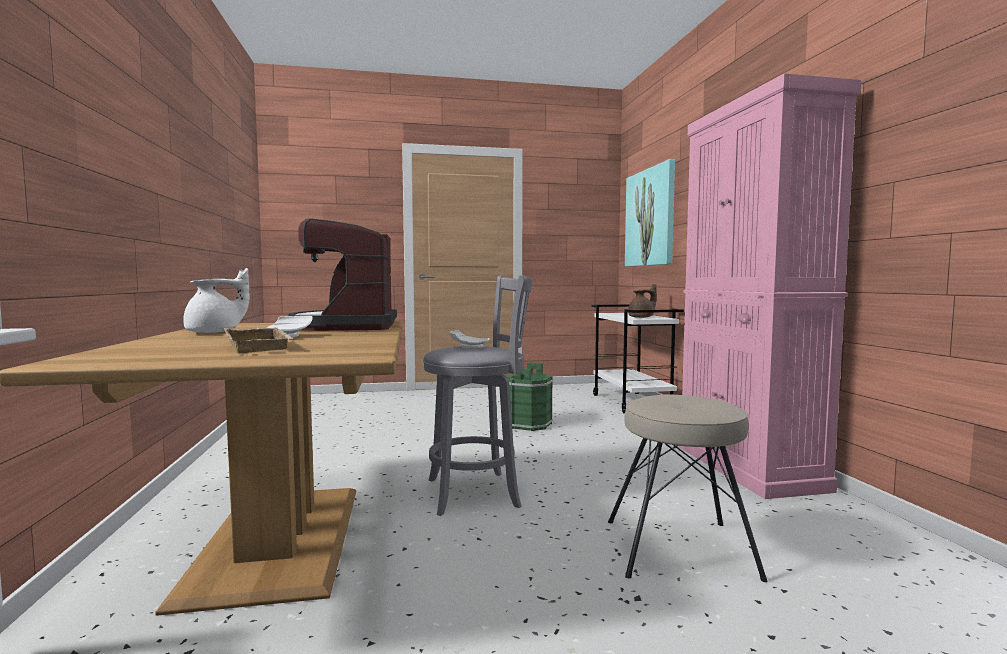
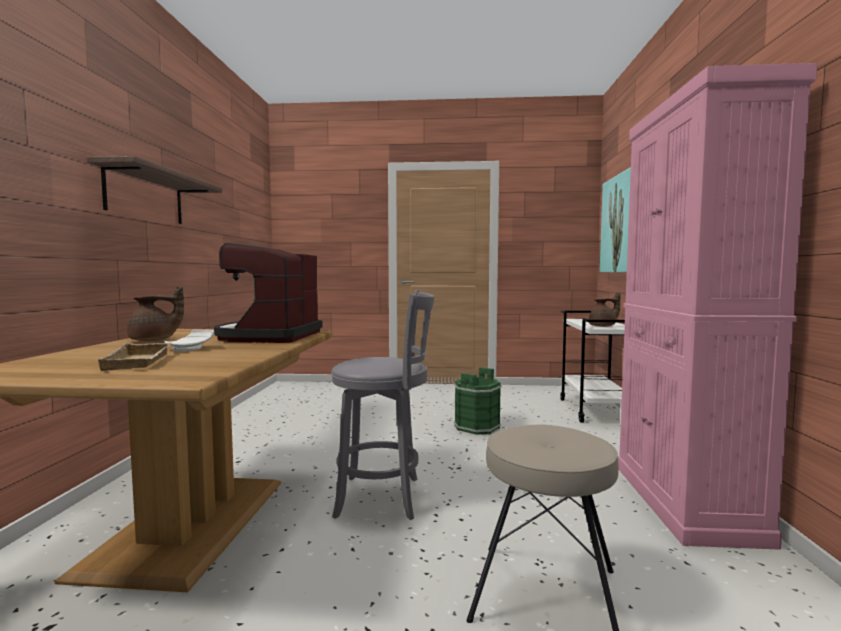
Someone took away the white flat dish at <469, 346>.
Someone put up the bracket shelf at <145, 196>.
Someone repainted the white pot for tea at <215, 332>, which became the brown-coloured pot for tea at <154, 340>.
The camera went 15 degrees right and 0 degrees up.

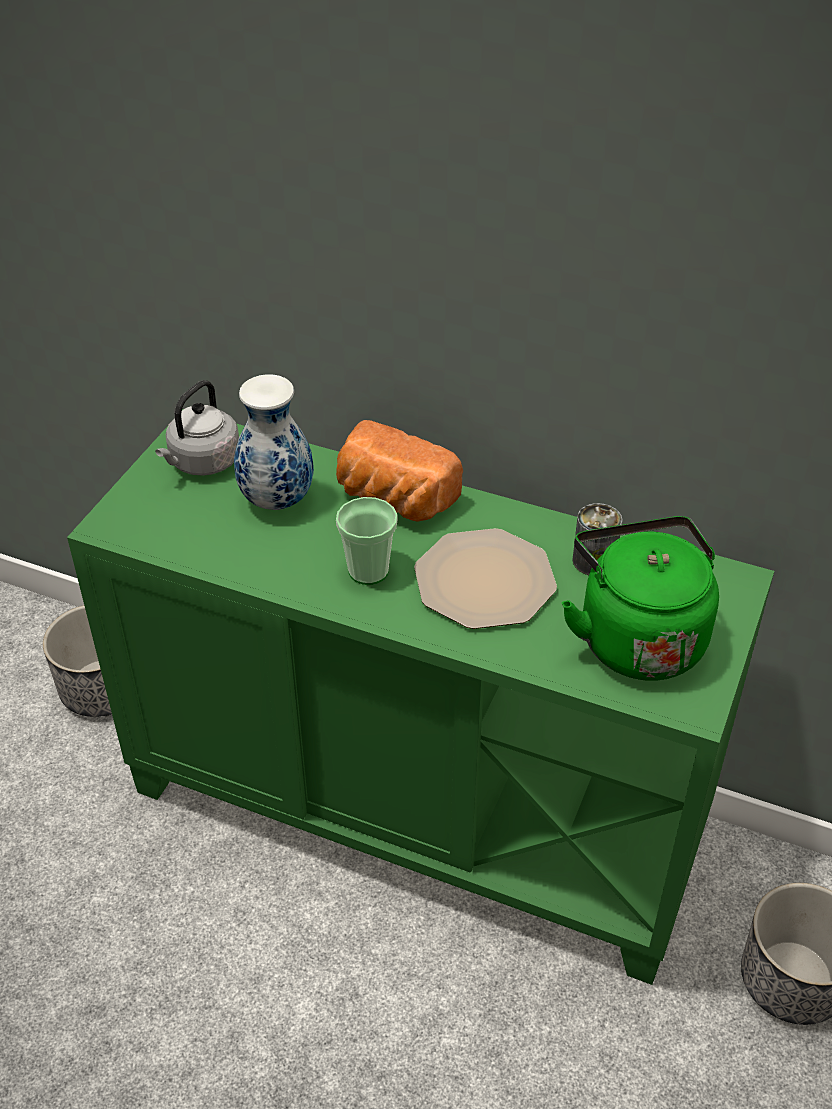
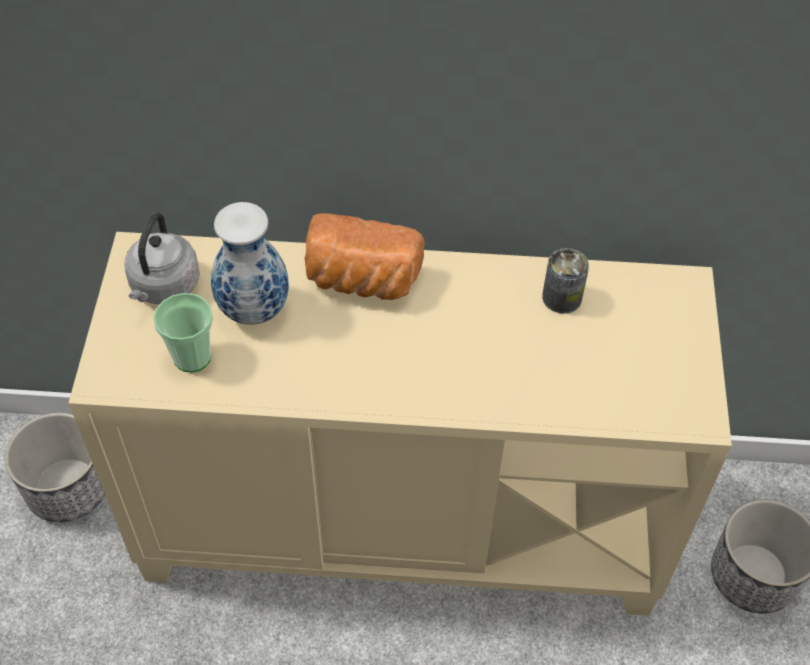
Someone took away the flat dish at <483, 581>.
Someone took away the green tea kettle at <637, 637>.
Someone carried the small cup from <368, 571> to <192, 357>.
Someone repainted the green storage cabinet at <418, 808>, which became the sand-coloured storage cabinet at <402, 519>.
The camera went 20 degrees left and 10 degrees up.

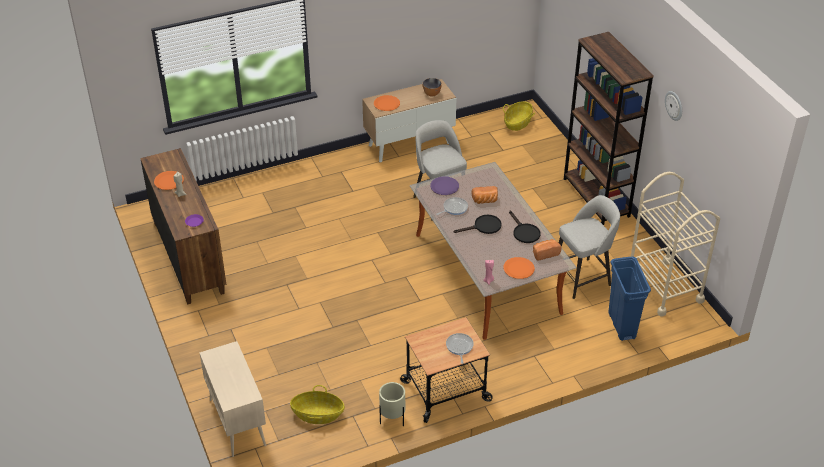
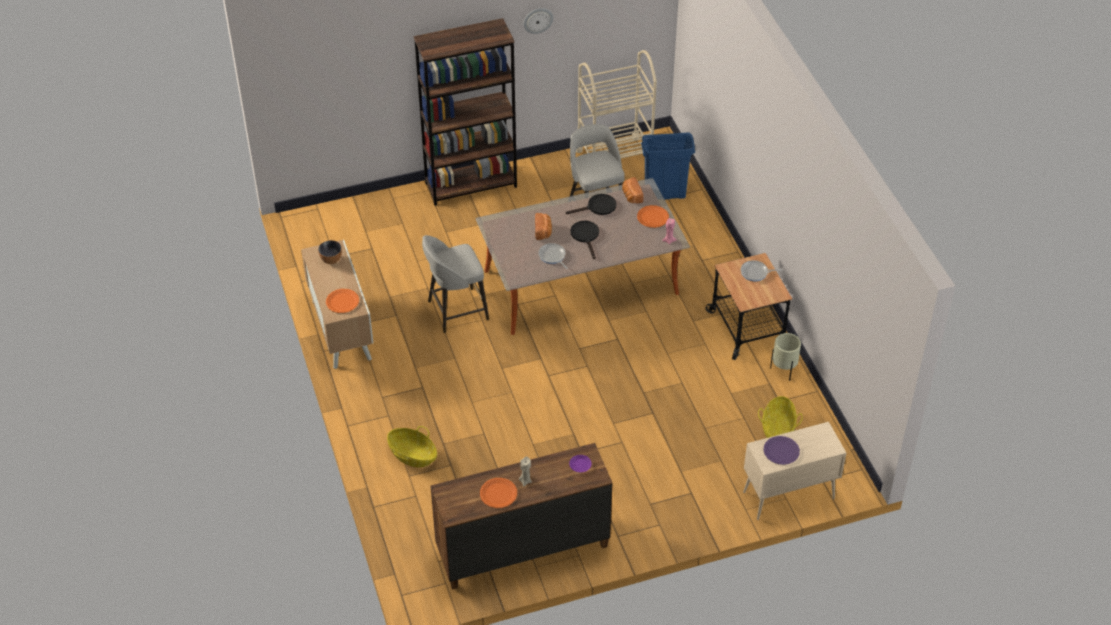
Someone carried the purple-coloured flat dish from <444, 186> to <781, 451>.
Someone carried the basket from <517, 123> to <413, 455>.
The camera went 85 degrees left and 5 degrees up.

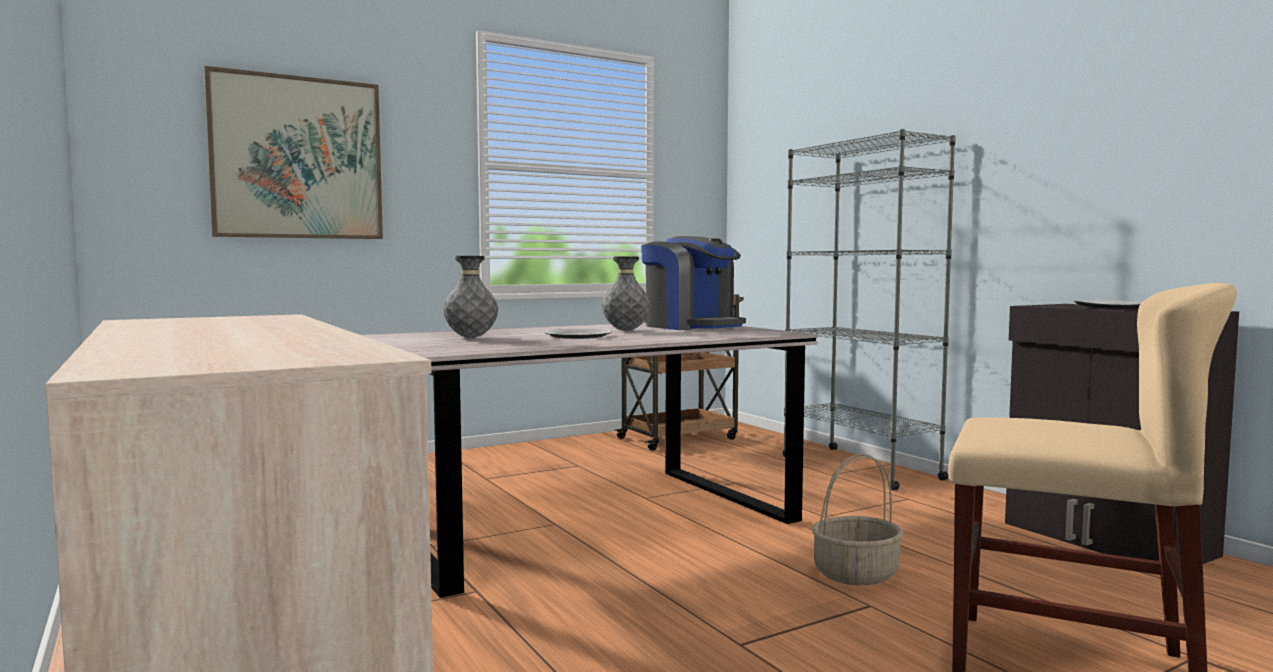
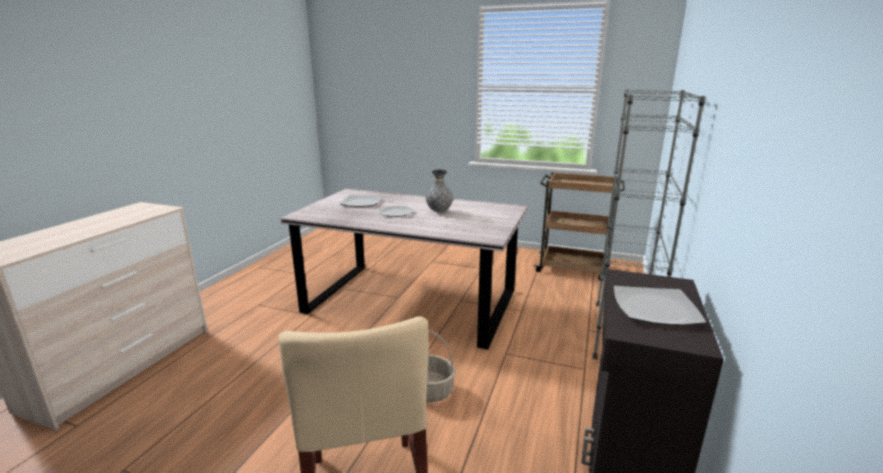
Someone took away the wall picture at <297, 158>.
Someone took away the coffee machine at <692, 326>.
Someone swapped the greyish vase at <471, 337> for the flat dish at <361, 203>.
The camera went 50 degrees right and 15 degrees up.

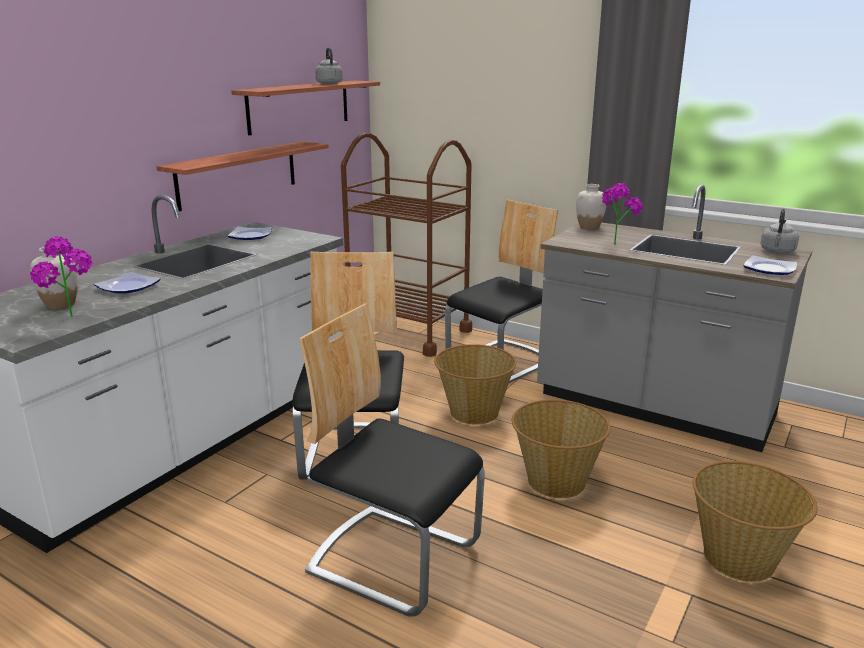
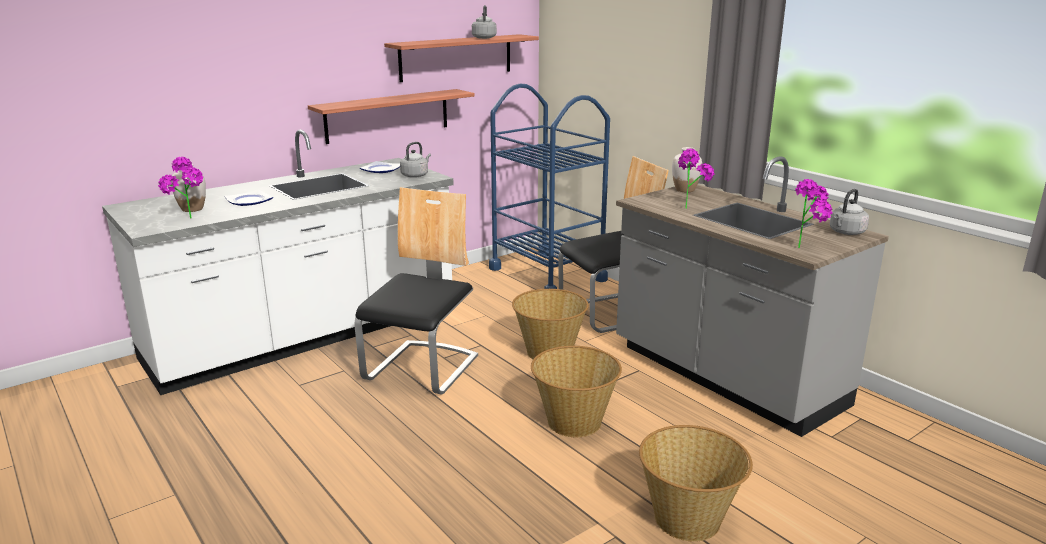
Someone took away the upright chair at <394, 558>.
Someone put down the greyish tea kettle at <415, 175>.
Someone swapped the flat dish at <768, 269> for the plant in a pot at <808, 248>.
Someone repainted the brown-coloured cart at <408, 332>, which became the blue-coloured cart at <547, 274>.
The camera went 20 degrees right and 0 degrees up.

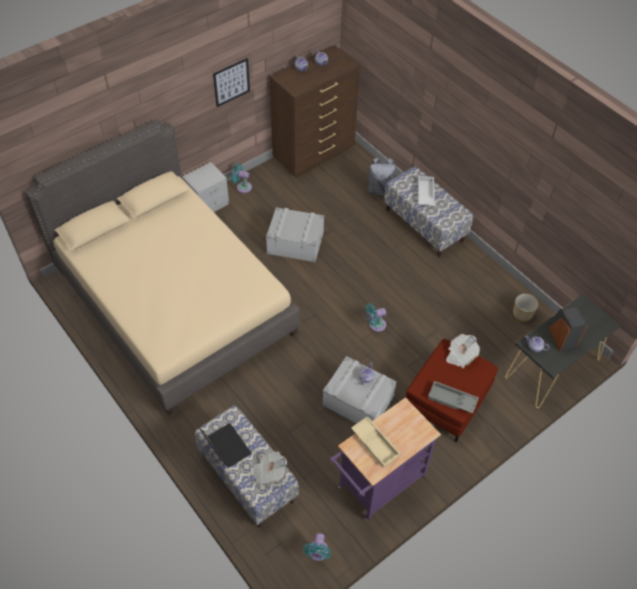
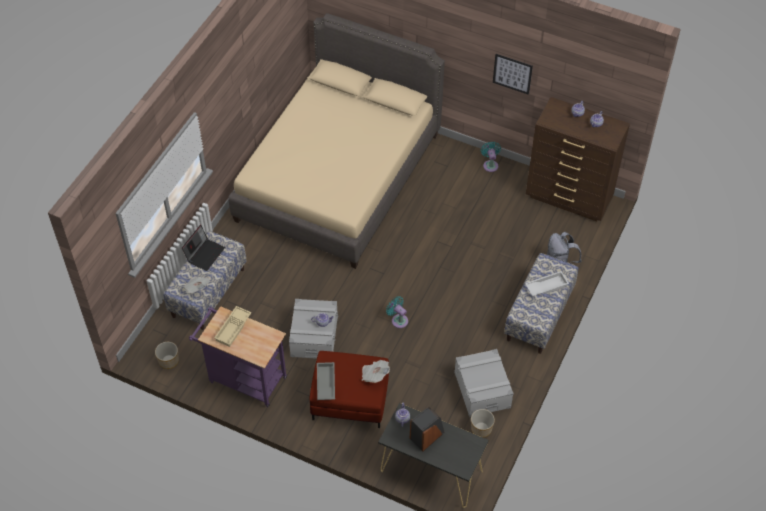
Someone took away the greyish bedside table at <207, 204>.
Someone carried the greyish storage box from <295, 243> to <482, 390>.
Someone swapped the blue-green fan at <317, 553> for the planter at <169, 361>.
The camera went 65 degrees right and 0 degrees up.

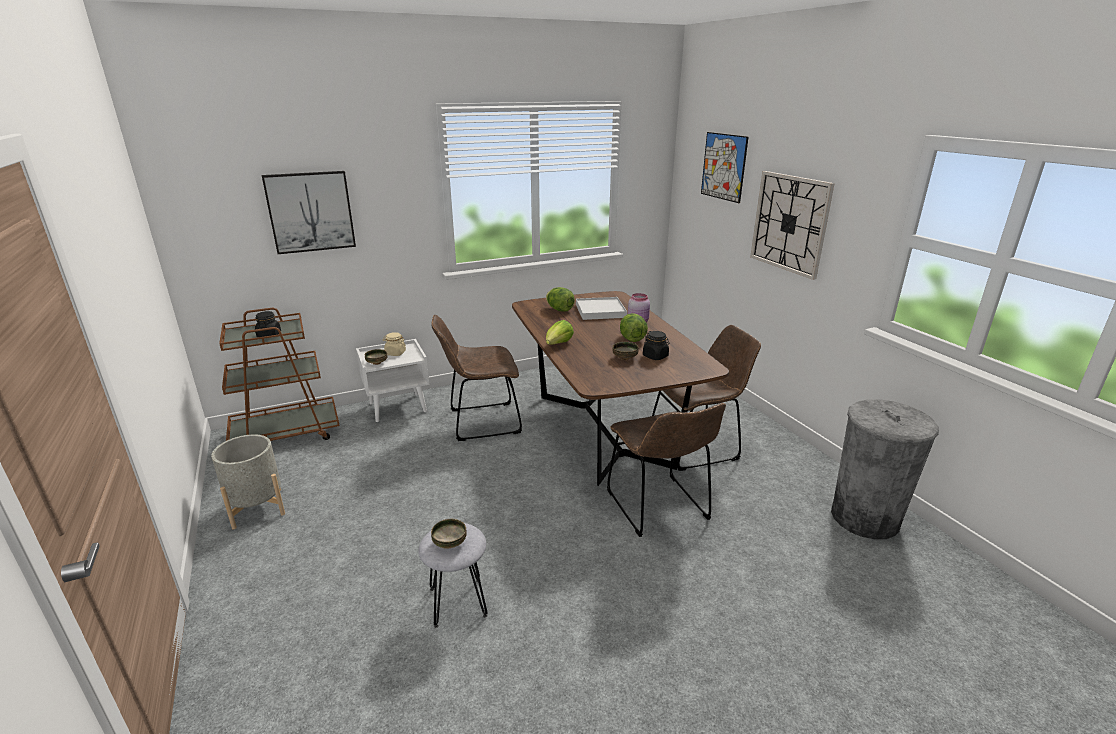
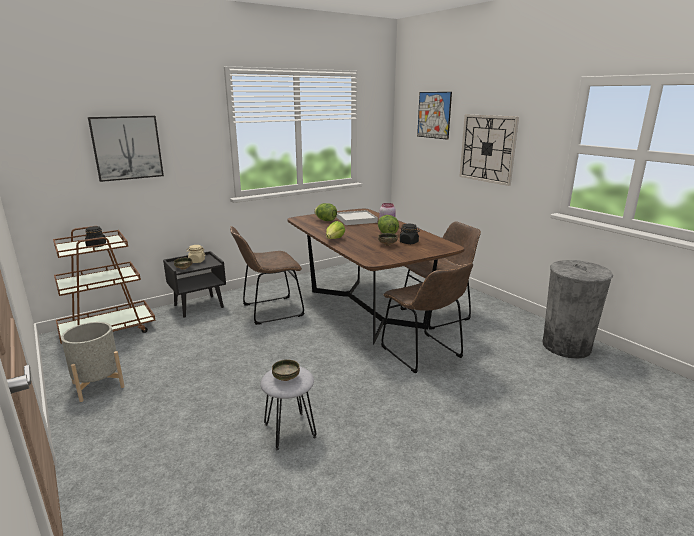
Someone repainted the white bedside table at <398, 407>, which became the black bedside table at <199, 306>.
The camera went 10 degrees left and 5 degrees down.

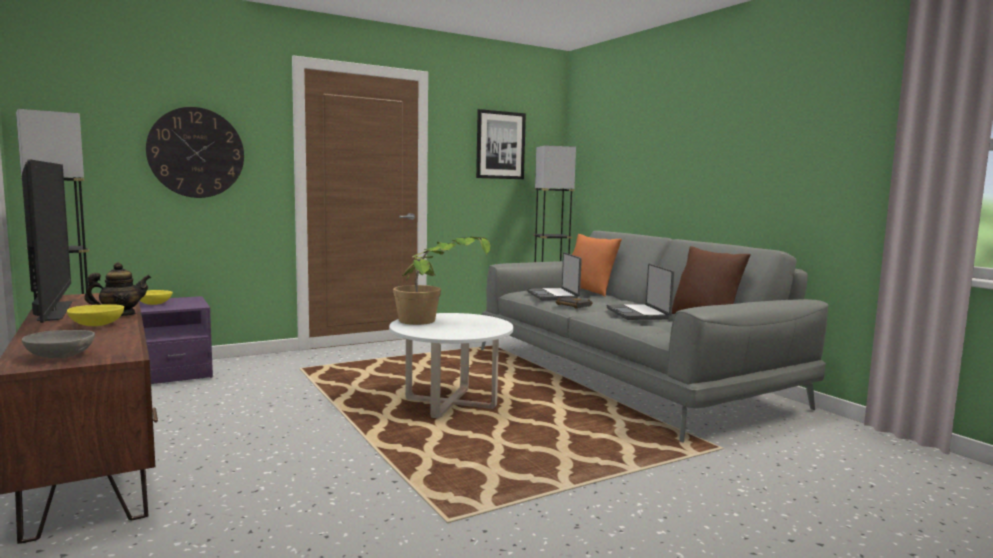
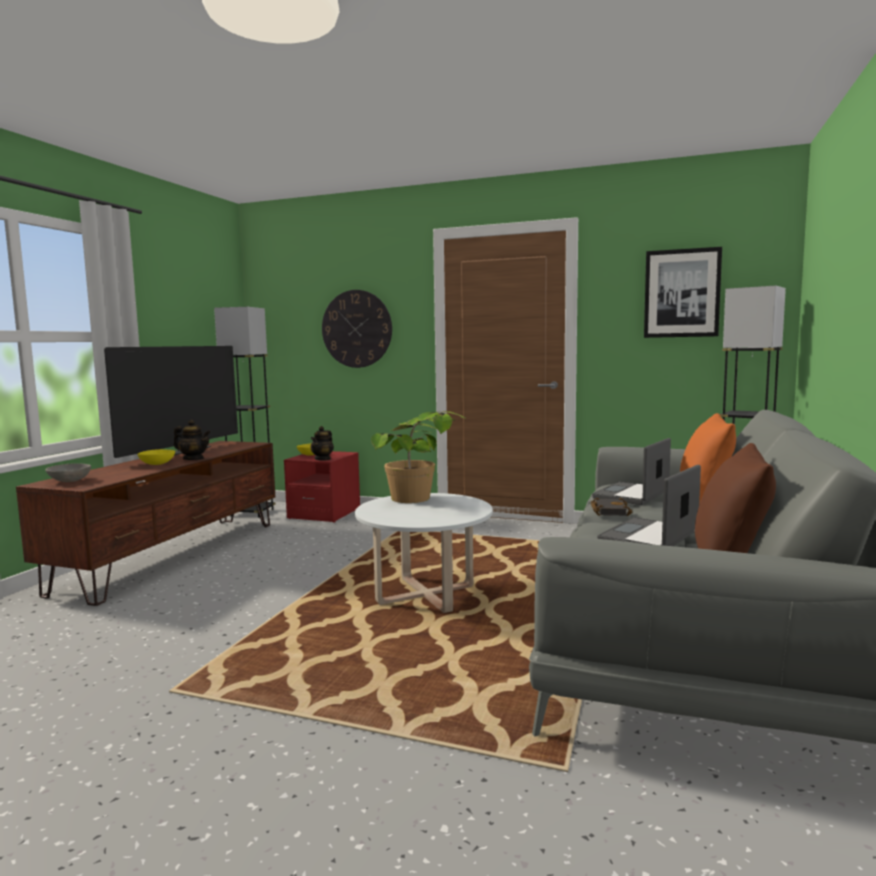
Someone put down the pot for tea at <323, 459>.
Someone repainted the purple-coloured bedside table at <175, 373>, which became the reddish bedside table at <324, 514>.
The camera went 50 degrees right and 0 degrees up.

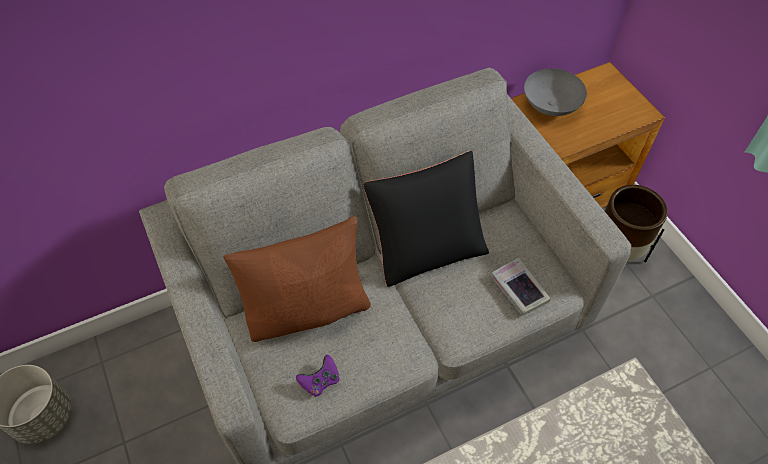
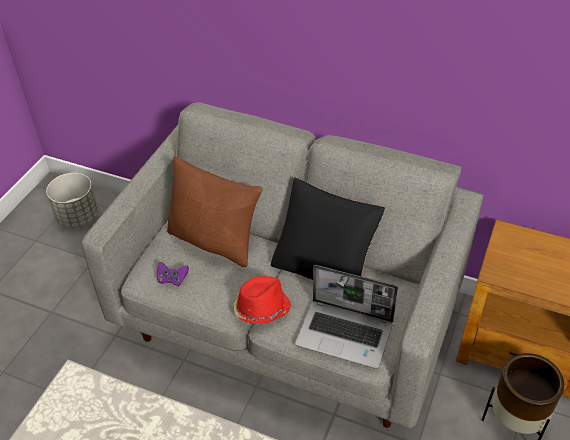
Someone took away the greyish bowl at <550, 107>.
Someone put down the reddish clothing hat at <261, 308>.
Someone swapped the book at <519, 289> for the portable computer at <346, 334>.
The camera went 50 degrees right and 10 degrees down.

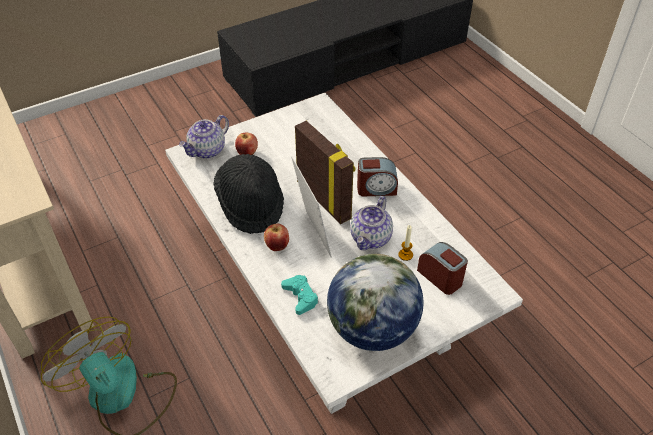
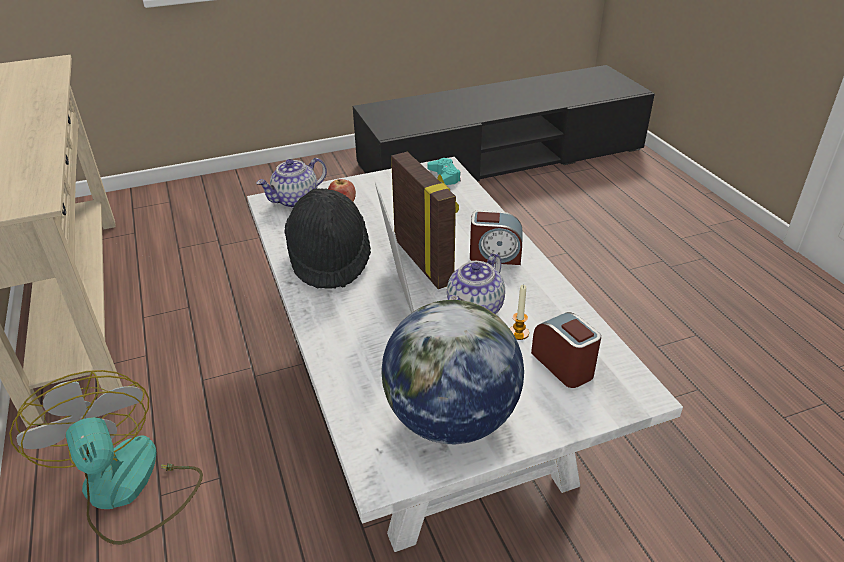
Someone took away the apple fruit at <277, 246>.
Someone carried the blue-green game controller from <300, 297> to <444, 176>.
The camera went 10 degrees right and 10 degrees down.

